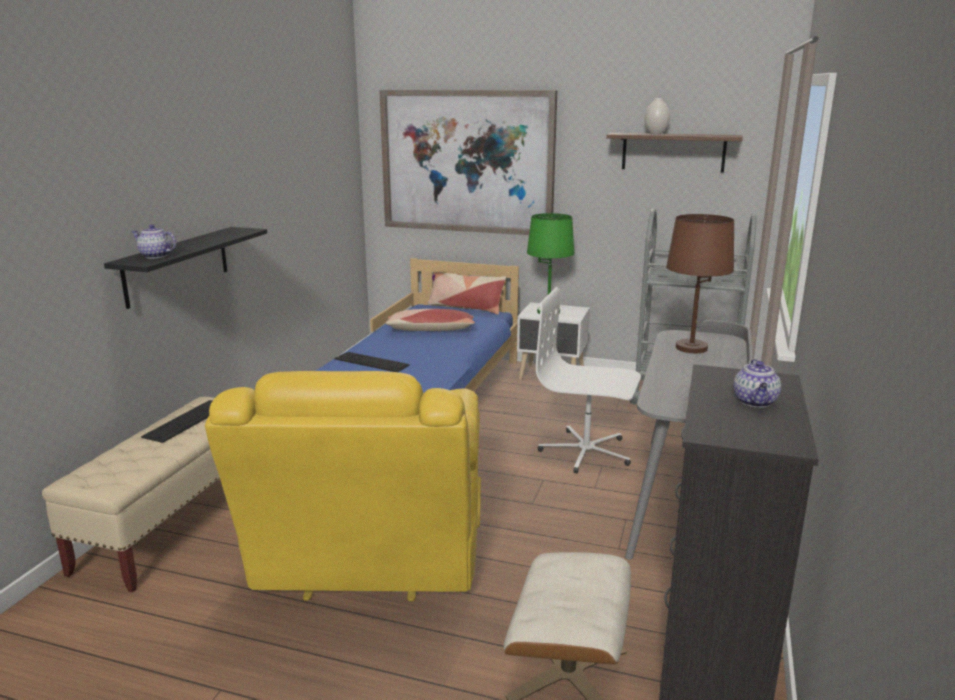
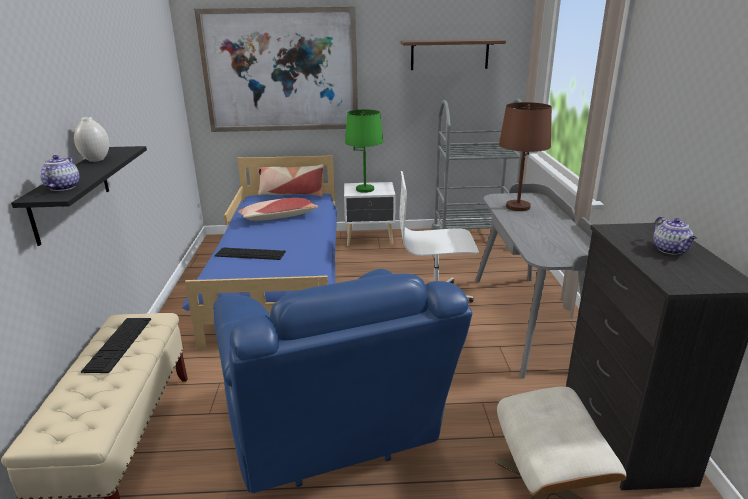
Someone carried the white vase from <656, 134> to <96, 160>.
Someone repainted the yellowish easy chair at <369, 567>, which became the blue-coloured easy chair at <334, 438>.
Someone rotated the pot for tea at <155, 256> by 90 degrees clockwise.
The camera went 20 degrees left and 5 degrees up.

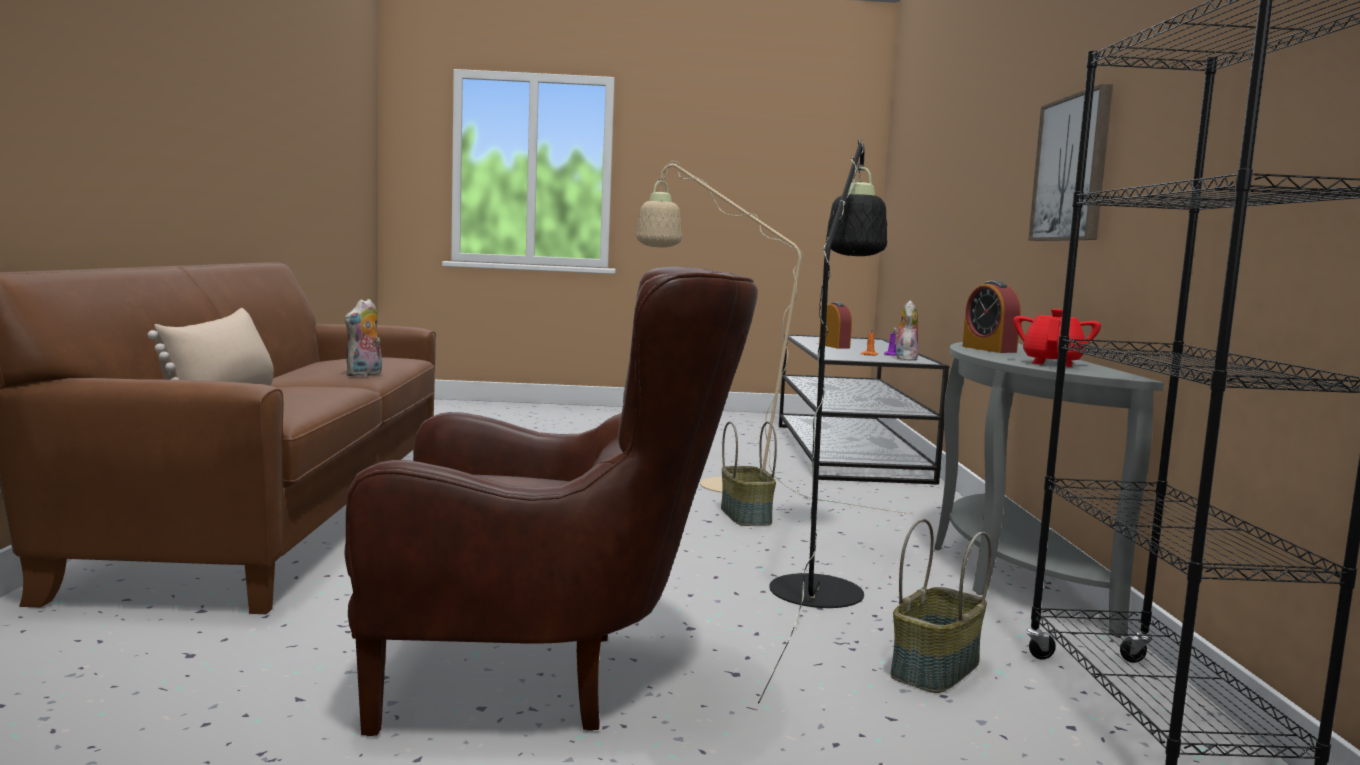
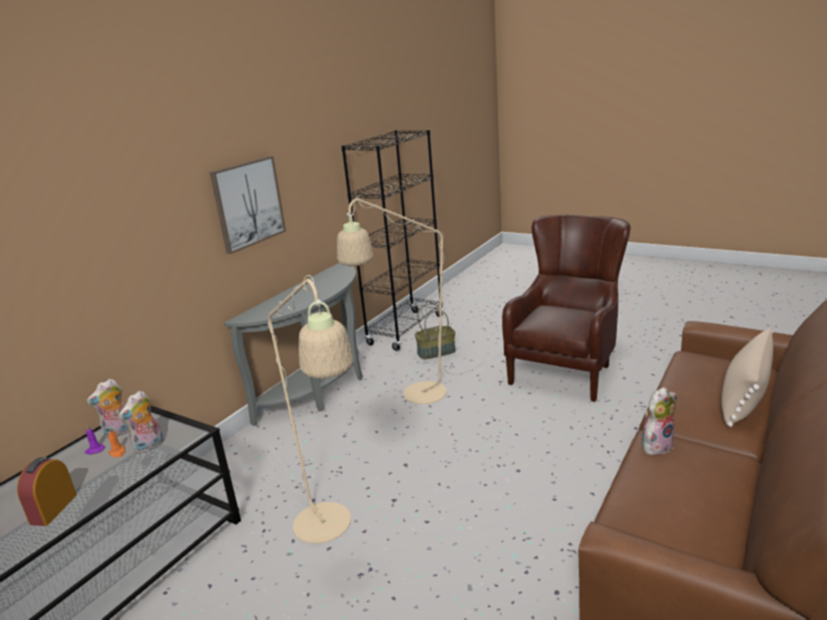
Someone took away the basket at <747, 516>.
Someone took away the bedside clock at <989, 349>.
Someone took away the reddish pot for tea at <1052, 363>.
Someone put down the plush toy at <149, 447>.
Someone repainted the black standing lamp at <819, 582>, which became the sand-coloured standing lamp at <416, 397>.
Someone rotated the brown-coloured easy chair at <547, 679> by 90 degrees clockwise.
The camera went 145 degrees left and 15 degrees up.

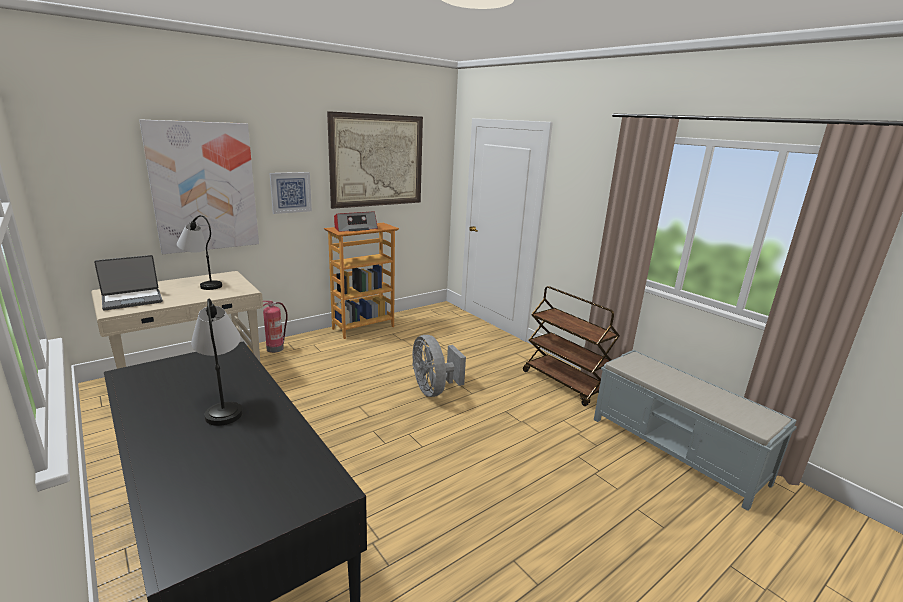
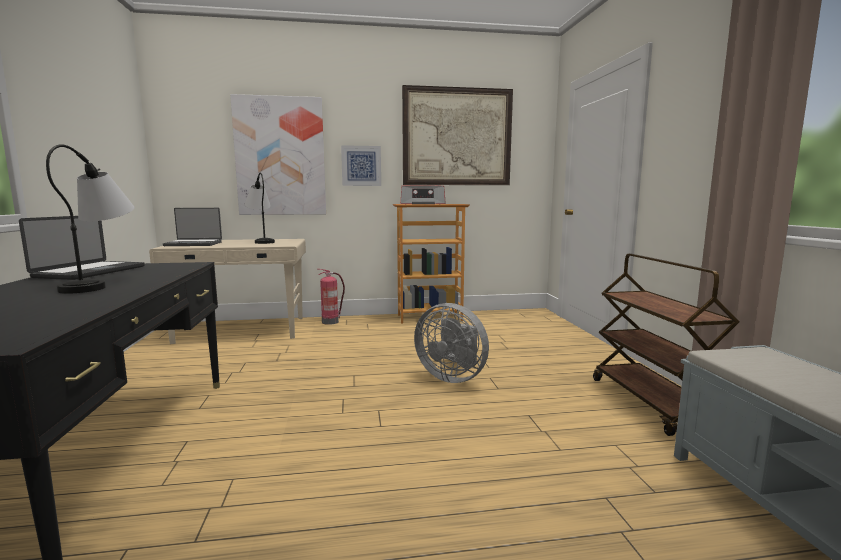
Someone put down the portable computer at <91, 272>.
Someone rotated the greyish fan at <433, 390> by 60 degrees counterclockwise.
The camera went 30 degrees right and 10 degrees down.

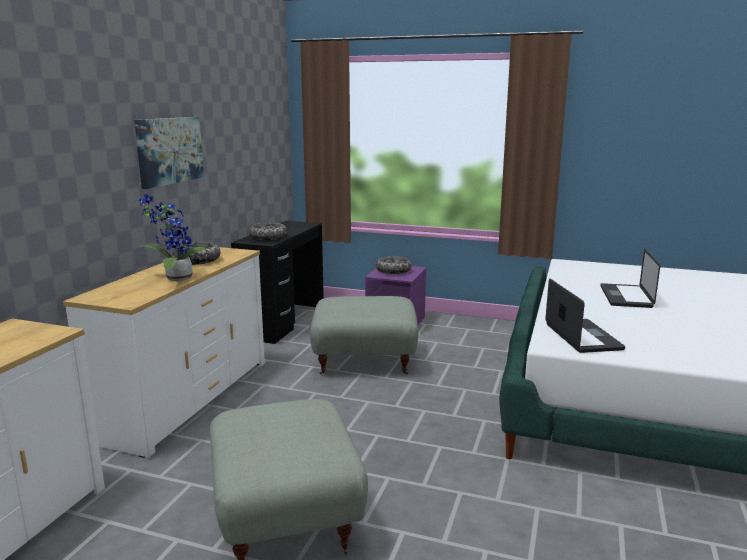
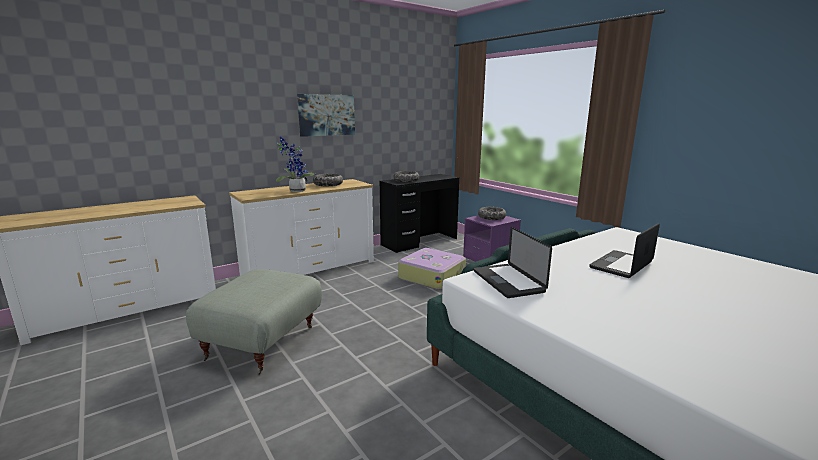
Someone swapped the greyish pouffe at <364, 362> for the travel case at <432, 276>.
Someone rotated the portable computer at <582, 337> by 135 degrees clockwise.
The camera went 35 degrees right and 0 degrees up.

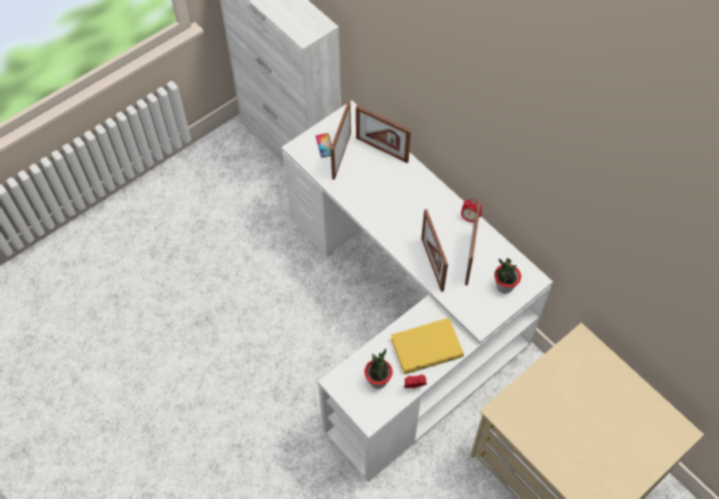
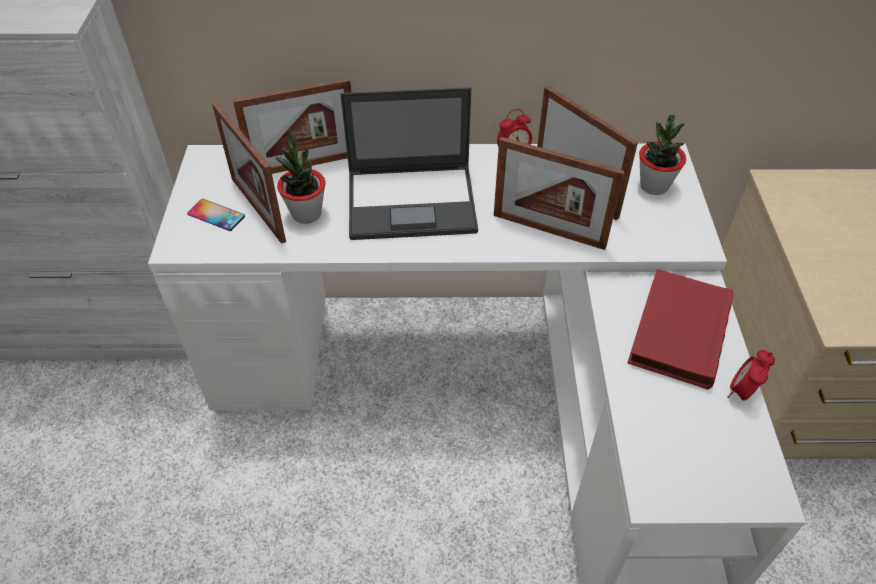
Someone put down the portable computer at <413, 201>.
Someone carried the plant in a pot from <378, 380> to <306, 214>.
Someone repainted the yellowish book at <426, 346>, which became the reddish book at <676, 330>.
The camera went 50 degrees left and 10 degrees down.

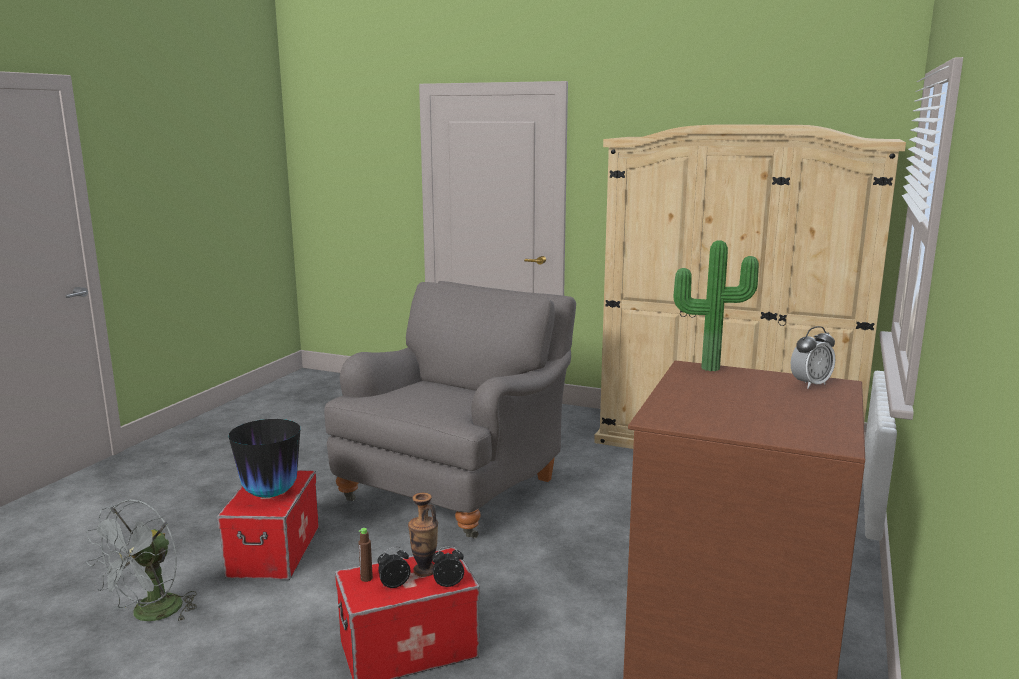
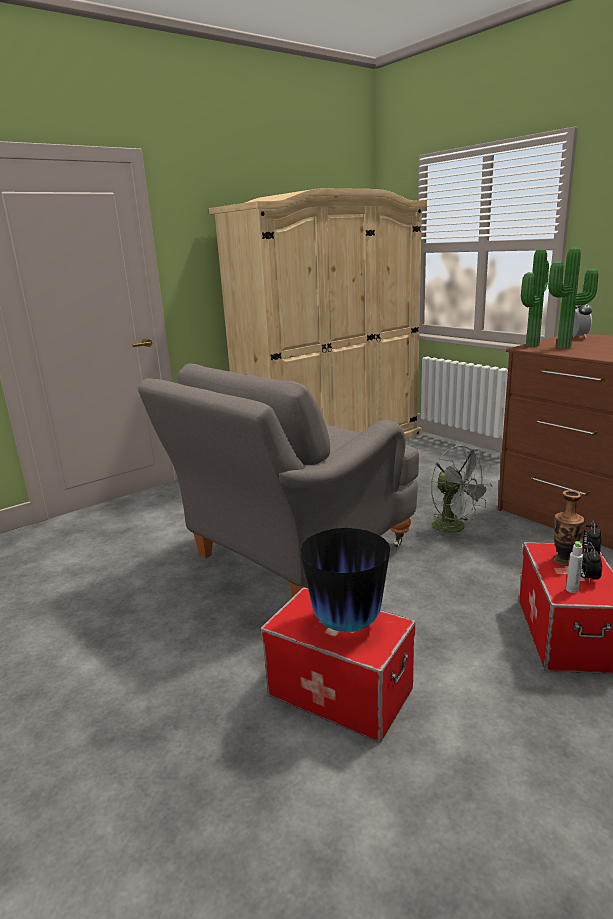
Someone put down the plant in a pot at <566, 347>.
Someone carried the greyish fan from <150, 615> to <455, 528>.
Someone repainted the brown-coloured beverage bottle at <366, 578>, which became the greyish beverage bottle at <572, 589>.
Someone rotated the greyish easy chair at <457, 486> by 105 degrees counterclockwise.
The camera went 60 degrees left and 5 degrees up.

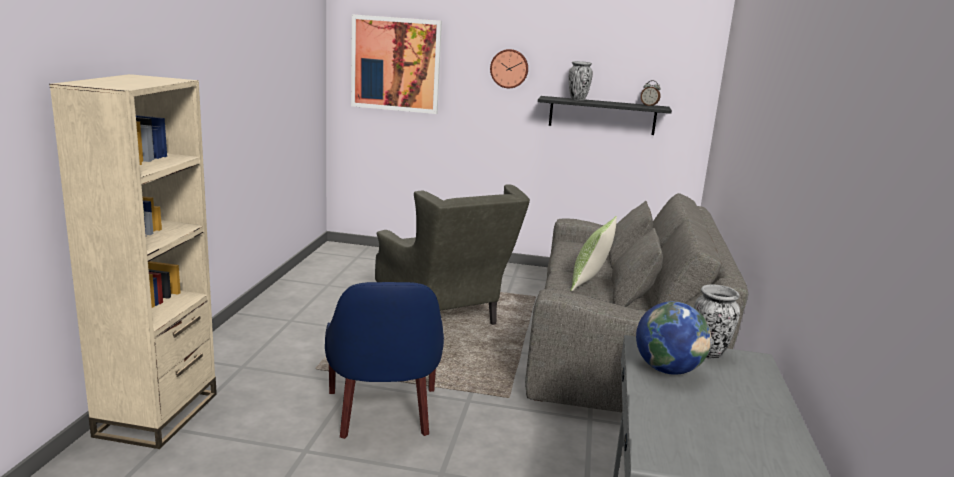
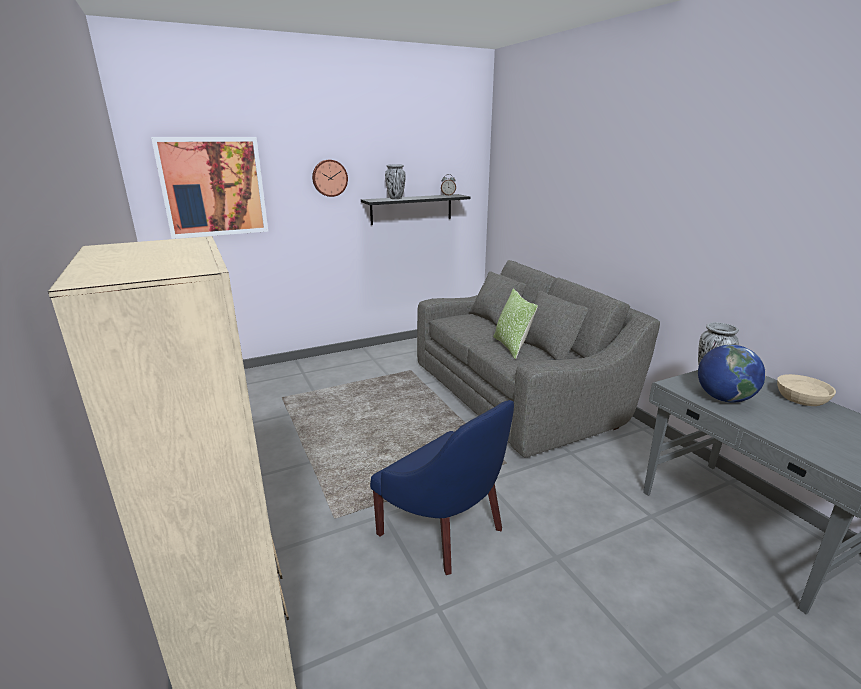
Someone took away the greyish easy chair at <445, 317>.
Someone put down the sand-coloured bowl at <801, 398>.
The camera went 35 degrees left and 5 degrees up.

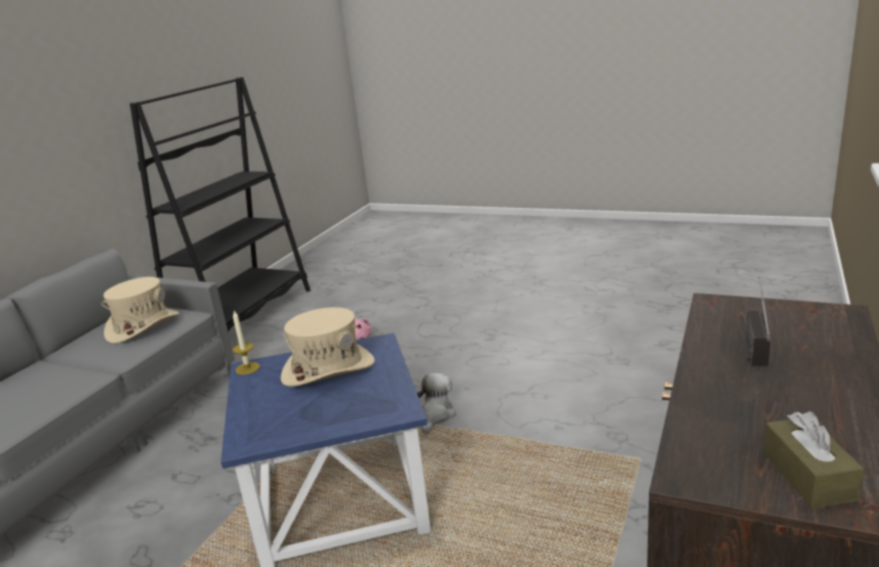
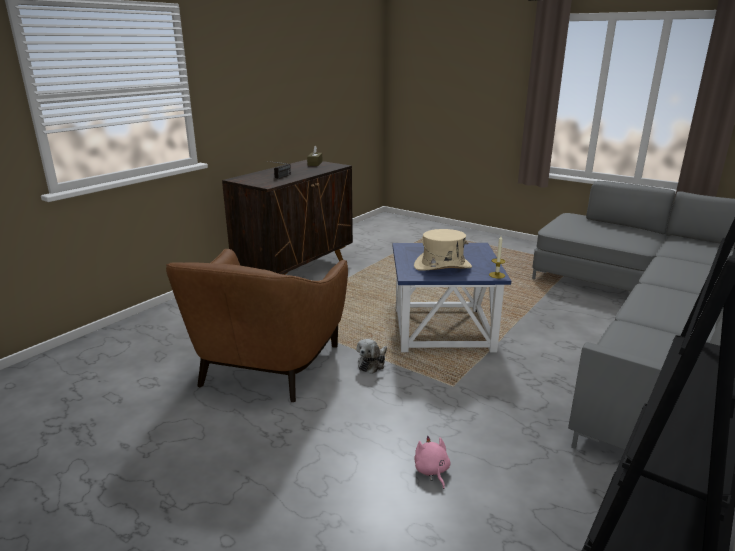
Someone took away the sand-coloured clothing hat at <143, 327>.
Someone put down the brown-coloured easy chair at <267, 365>.
The camera went 170 degrees left and 0 degrees up.

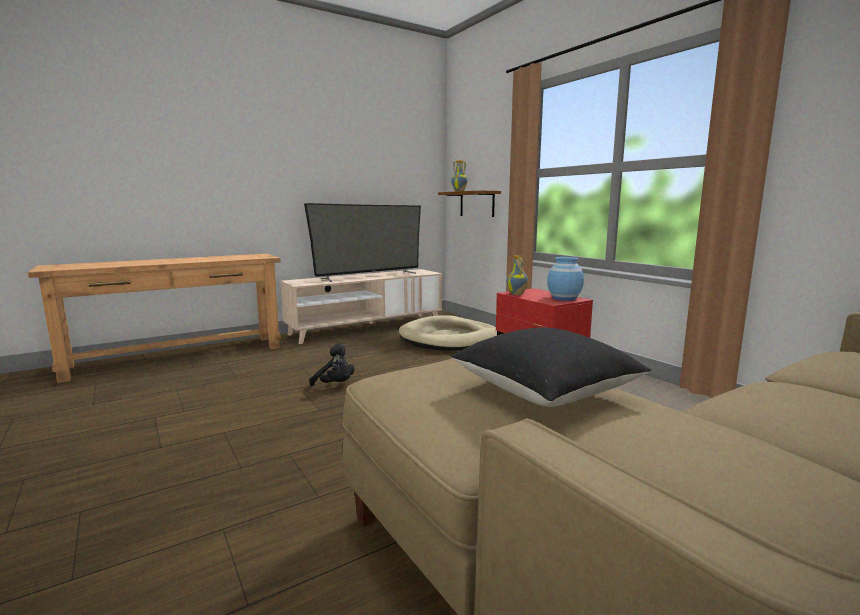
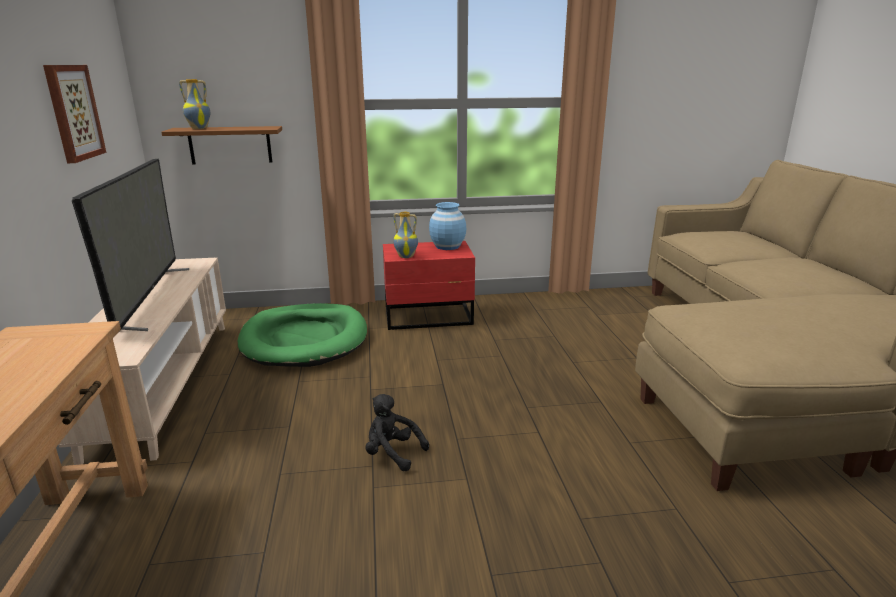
Someone took away the black throw pillow at <545, 392>.
Someone put up the wall picture at <73, 112>.
Someone repainted the sand-coloured pet bed at <449, 339>, which became the green pet bed at <305, 340>.
Someone rotated the black plush toy at <335, 385> by 120 degrees counterclockwise.
The camera went 65 degrees left and 10 degrees up.

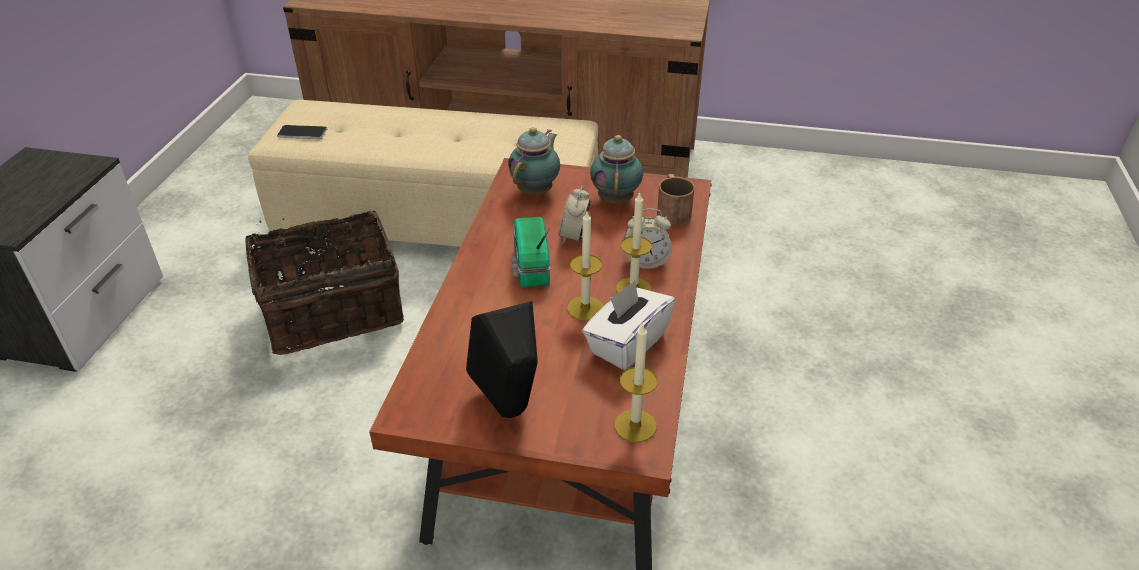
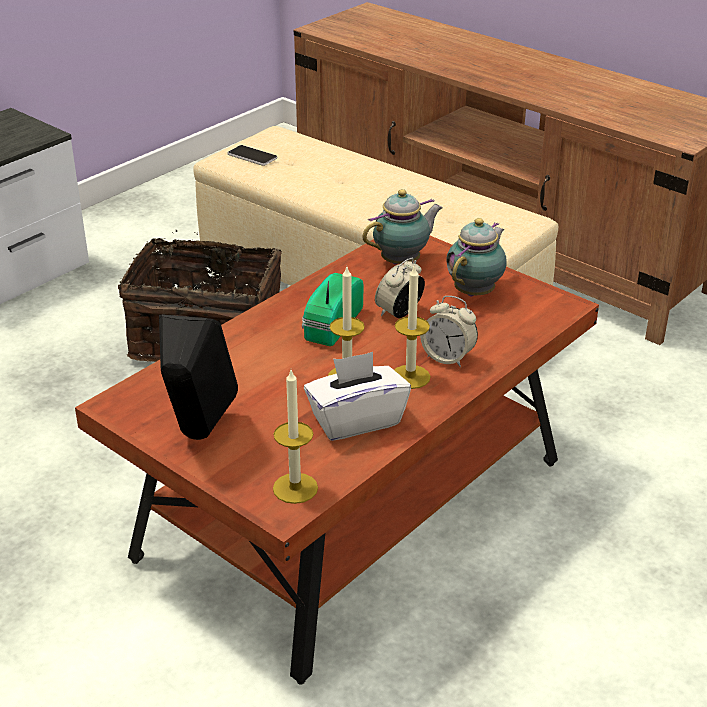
Someone took away the brown-coloured coffee mug at <672, 210>.
The camera went 30 degrees right and 5 degrees down.

